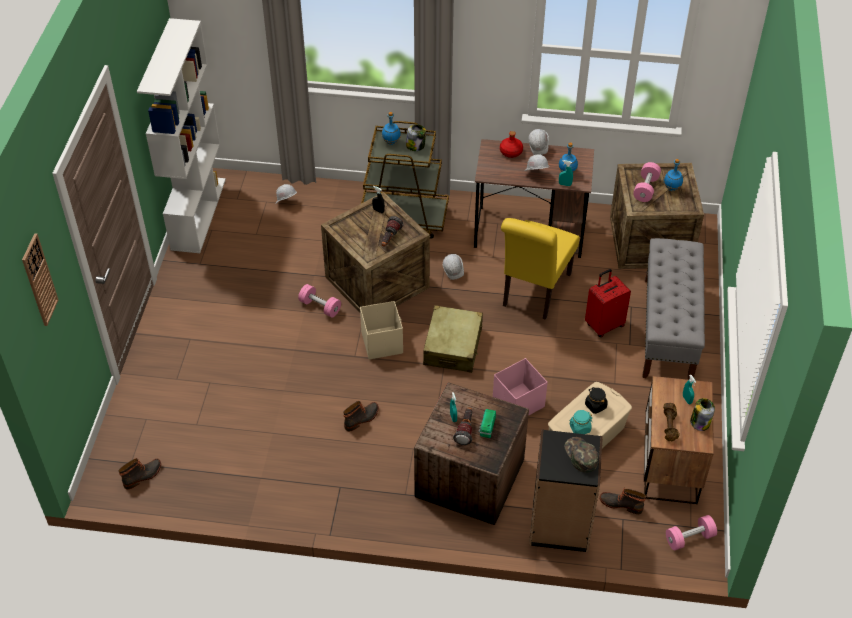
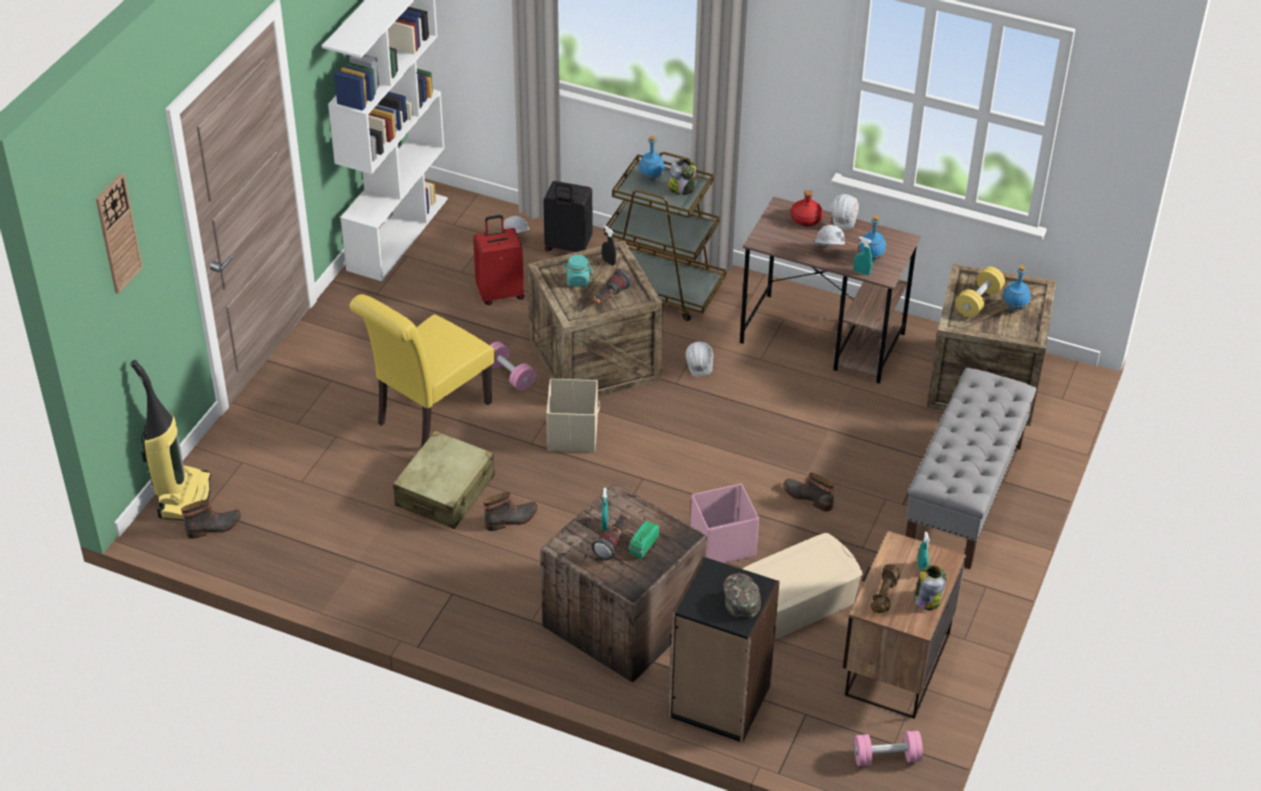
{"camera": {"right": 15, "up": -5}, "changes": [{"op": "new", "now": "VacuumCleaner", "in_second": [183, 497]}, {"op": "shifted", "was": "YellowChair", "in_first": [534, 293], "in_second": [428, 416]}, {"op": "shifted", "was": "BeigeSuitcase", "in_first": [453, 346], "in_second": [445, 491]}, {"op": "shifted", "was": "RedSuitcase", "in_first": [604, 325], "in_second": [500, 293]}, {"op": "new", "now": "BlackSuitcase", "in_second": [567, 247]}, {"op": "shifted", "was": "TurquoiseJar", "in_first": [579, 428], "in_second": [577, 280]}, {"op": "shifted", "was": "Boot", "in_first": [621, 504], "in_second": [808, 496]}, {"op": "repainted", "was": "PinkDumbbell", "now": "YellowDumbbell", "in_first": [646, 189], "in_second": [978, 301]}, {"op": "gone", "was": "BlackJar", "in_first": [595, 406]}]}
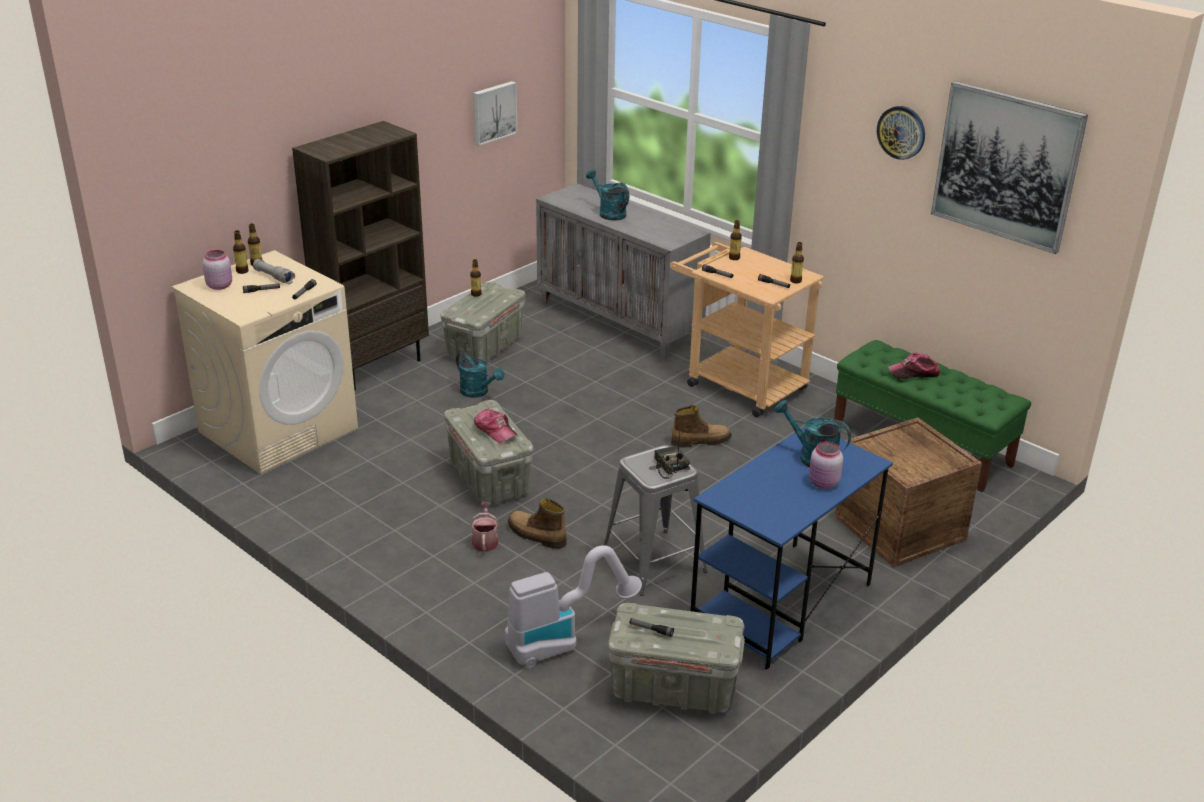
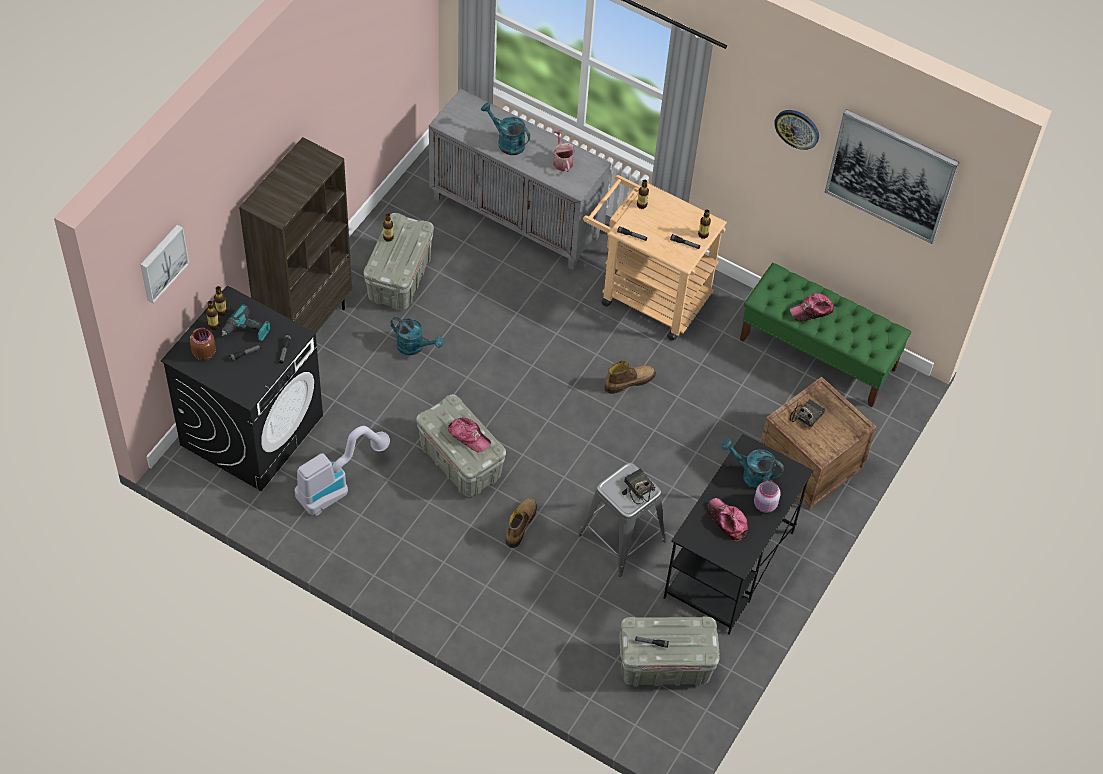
{"camera": {"right": -15, "up": 25}, "changes": [{"op": "shifted", "was": "Picture", "in_first": [493, 112], "in_second": [162, 262]}, {"op": "repainted", "was": "BeigeWashingMachine", "now": "BlackWashingMachine", "in_first": [279, 429], "in_second": [252, 429]}, {"op": "repainted", "was": "PinkJar", "now": "BrownJar", "in_first": [219, 285], "in_second": [204, 352]}, {"op": "swapped", "was": "GreyFlashlight", "now": "PowerDrill", "in_first": [274, 277], "in_second": [247, 330]}, {"op": "shifted", "was": "VacuumCleaner", "in_first": [564, 639], "in_second": [337, 485]}, {"op": "rotated", "was": "Boot", "in_first": [536, 536], "in_second": [520, 524], "clockwise": 90}, {"op": "shifted", "was": "WateringCan", "in_first": [485, 541], "in_second": [562, 160]}, {"op": "repainted", "was": "BlueDesk", "now": "BlackDesk", "in_first": [781, 604], "in_second": [728, 565]}, {"op": "new", "now": "Cap", "in_second": [727, 521]}, {"op": "new", "now": "Radio", "in_second": [806, 415]}]}
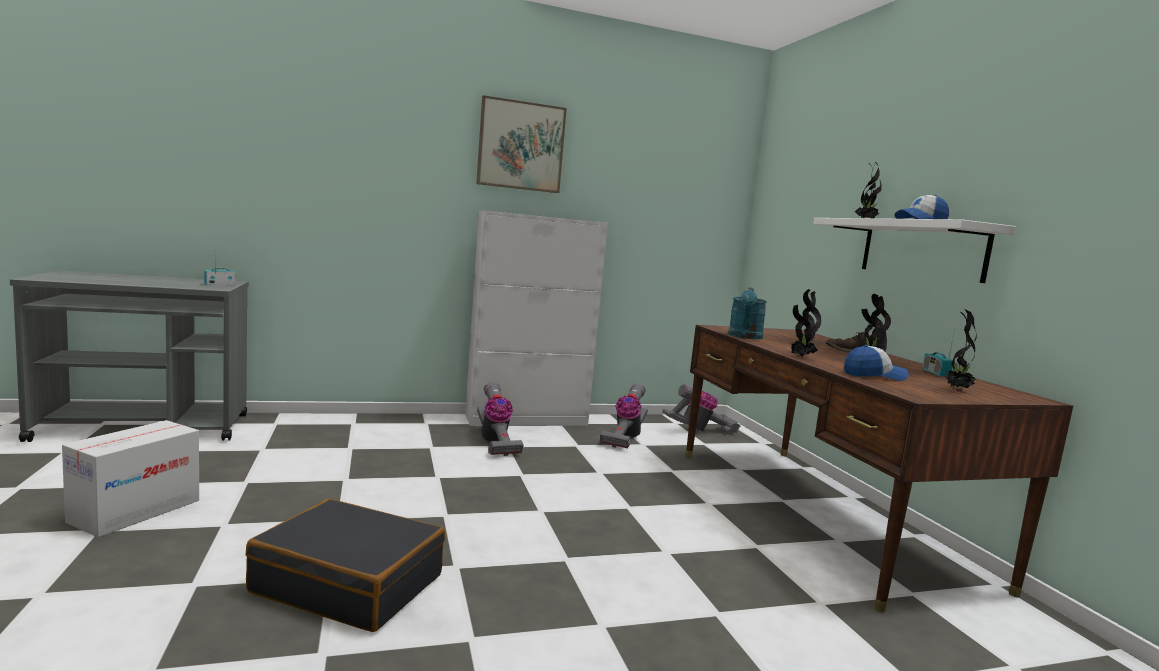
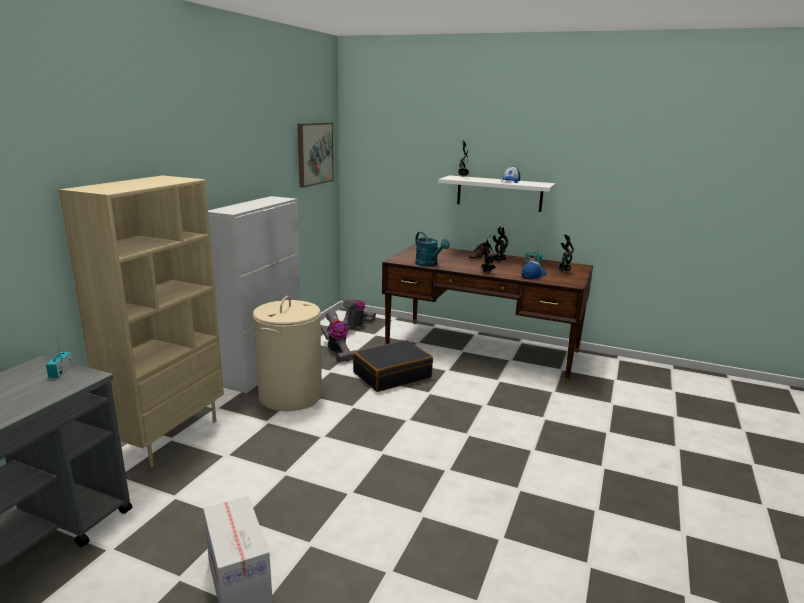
{"camera": {"right": -50, "up": 10}, "changes": [{"op": "new", "now": "BeigeBookcase", "in_second": [169, 437]}, {"op": "swapped", "was": "VacuumCleaner", "now": "BeigeLaundryBasket", "in_first": [495, 443], "in_second": [290, 396]}, {"op": "shifted", "was": "Picture", "in_first": [521, 146], "in_second": [314, 153]}, {"op": "shifted", "was": "BlackSuitcase", "in_first": [349, 583], "in_second": [392, 375]}]}
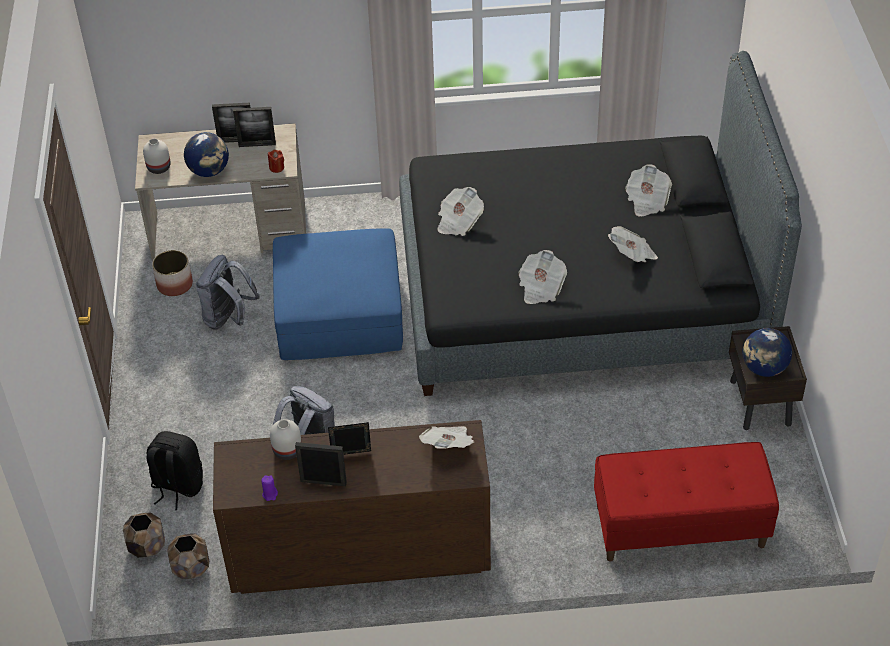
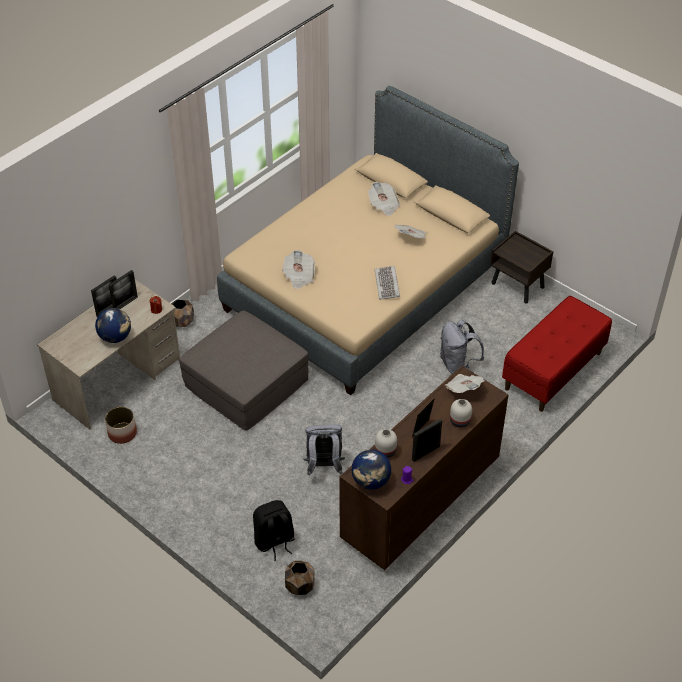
{"camera": {"right": -45, "up": 0}, "changes": [{"op": "shifted", "was": "BrownPlanter", "in_first": [192, 567], "in_second": [182, 322]}, {"op": "repainted", "was": "BlueOttoman", "now": "GreyOttoman", "in_first": [340, 312], "in_second": [246, 382]}, {"op": "repainted", "was": "BlackBed", "now": "BeigeBed", "in_first": [581, 292], "in_second": [365, 286]}, {"op": "shifted", "was": "Globe", "in_first": [764, 368], "in_second": [371, 481]}, {"op": "swapped", "was": "Newspaper", "now": "Keyboard", "in_first": [540, 288], "in_second": [387, 284]}, {"op": "shifted", "was": "GreyBackpack", "in_first": [228, 318], "in_second": [457, 365]}, {"op": "shifted", "was": "WhiteVase", "in_first": [159, 168], "in_second": [460, 421]}]}
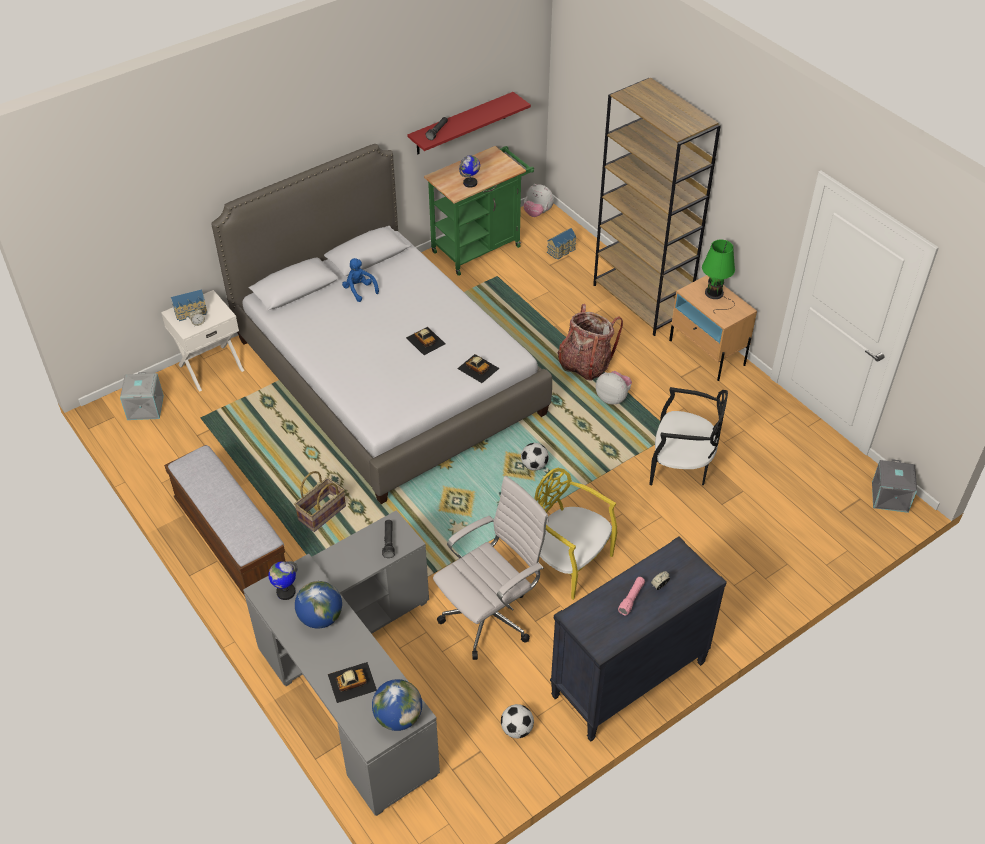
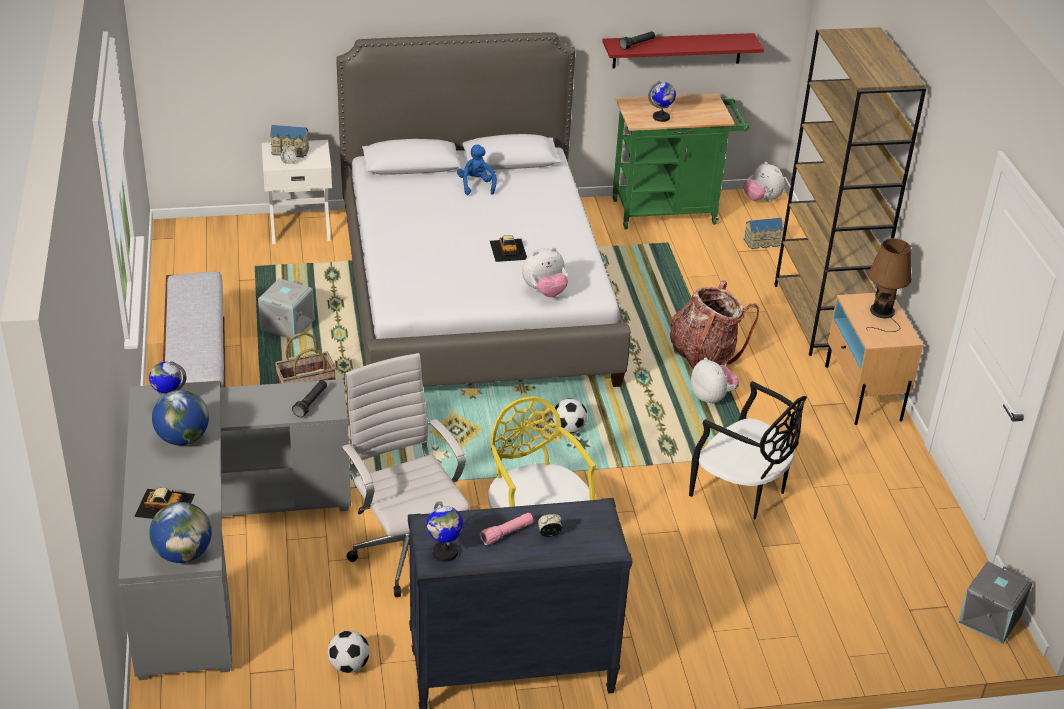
{"camera": {"right": 25, "up": -10}, "changes": [{"op": "shifted", "was": "GreyStorageBox", "in_first": [144, 407], "in_second": [287, 325]}, {"op": "rotated", "was": "WhiteOfficeChair", "in_first": [491, 616], "in_second": [406, 550], "clockwise": -105}, {"op": "new", "now": "Globe", "in_second": [445, 552]}, {"op": "swapped", "was": "ToyCar", "now": "PlushToy", "in_first": [478, 368], "in_second": [544, 292]}, {"op": "repainted", "was": "GreenTableLamp", "now": "BrownTableLamp", "in_first": [715, 294], "in_second": [882, 313]}]}
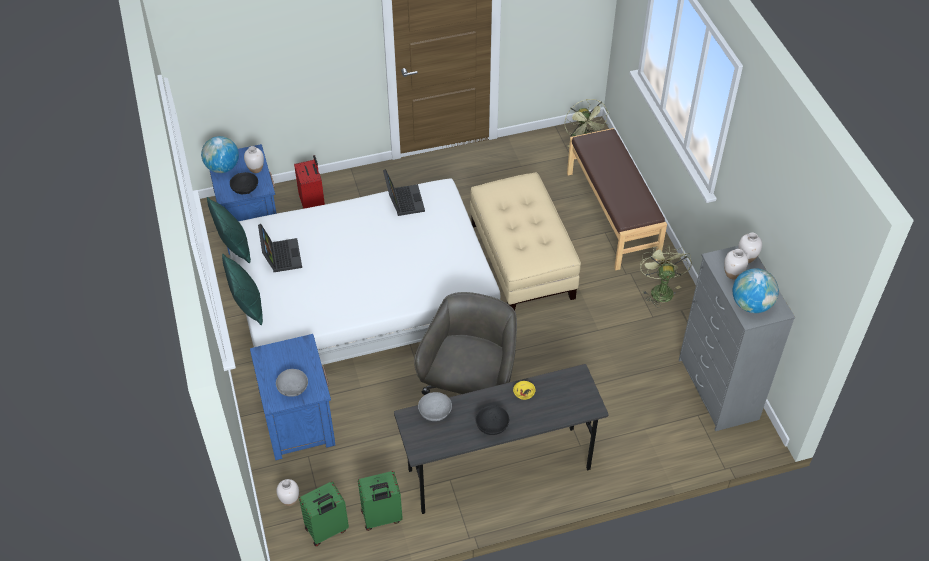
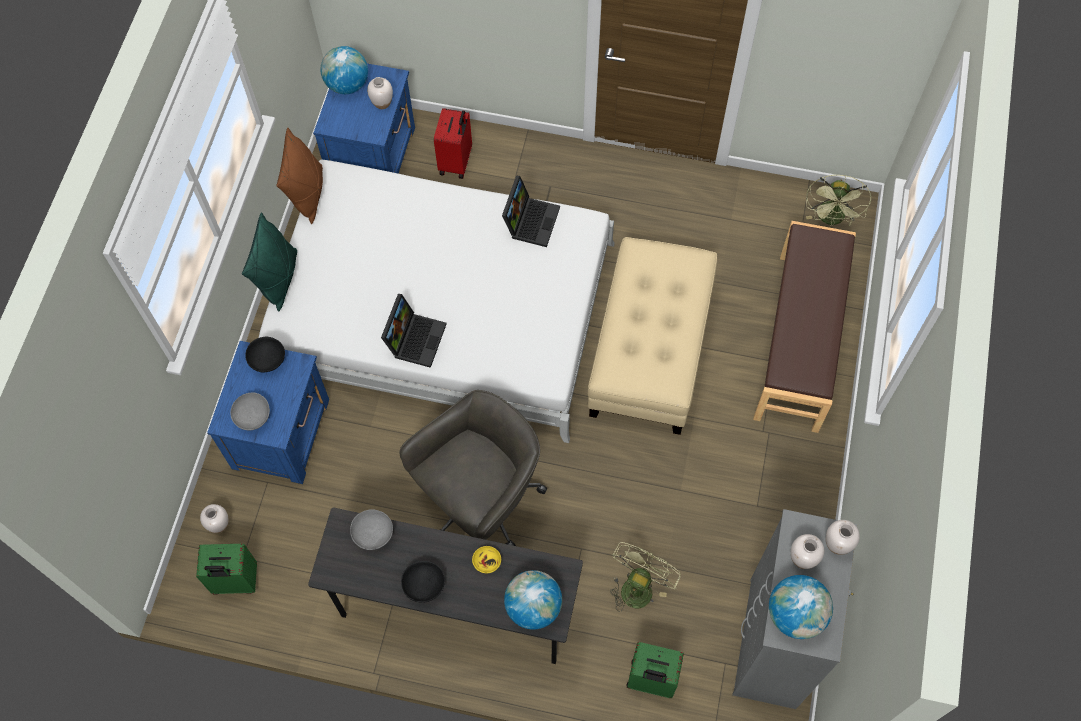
{"camera": {"right": 30, "up": 15}, "changes": [{"op": "shifted", "was": "BlackBowl", "in_first": [245, 190], "in_second": [267, 361]}, {"op": "repainted", "was": "GreenPillow", "now": "BrownPillow", "in_first": [234, 247], "in_second": [308, 194]}, {"op": "shifted", "was": "Laptop", "in_first": [280, 255], "in_second": [415, 338]}, {"op": "new", "now": "Globe", "in_second": [533, 607]}, {"op": "shifted", "was": "GreenFan", "in_first": [660, 289], "in_second": [638, 585]}, {"op": "shifted", "was": "GreenSuitcase", "in_first": [381, 517], "in_second": [650, 680]}]}
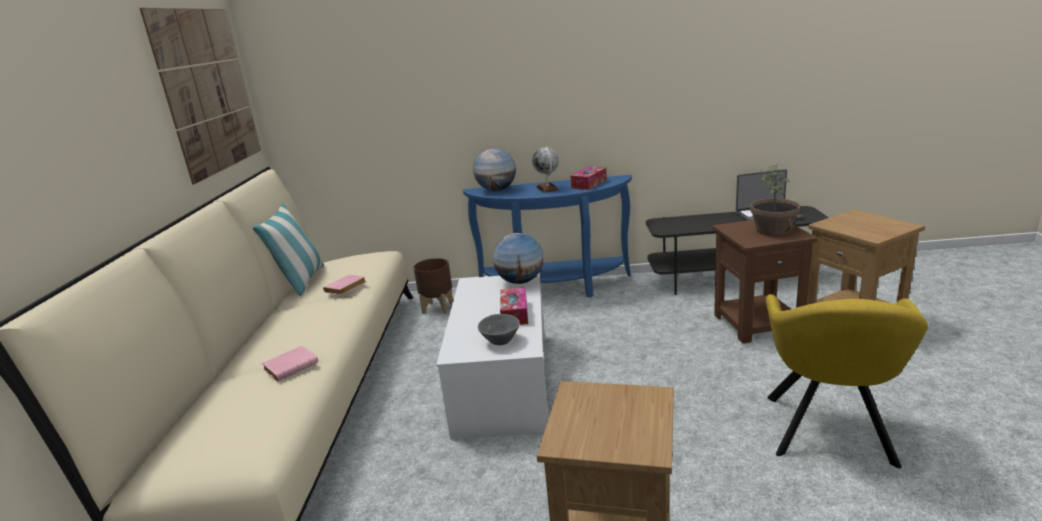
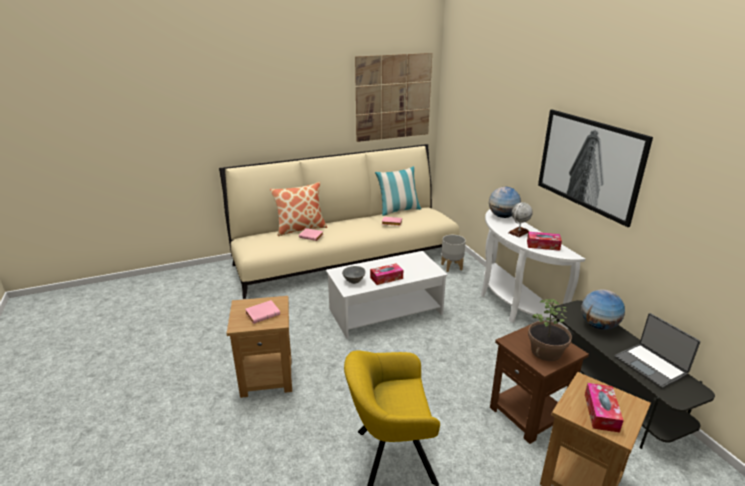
{"camera": {"right": 65, "up": 5}, "changes": [{"op": "new", "now": "PinkBook", "in_second": [263, 314]}, {"op": "new", "now": "Pillow", "in_second": [300, 228]}, {"op": "repainted", "was": "BrownPlanter", "now": "GreyPlanter", "in_first": [438, 307], "in_second": [452, 267]}, {"op": "repainted", "was": "BlueConsoleTable", "now": "WhiteConsoleTable", "in_first": [555, 289], "in_second": [511, 304]}, {"op": "new", "now": "Picture", "in_second": [590, 164]}, {"op": "shifted", "was": "Globe", "in_first": [520, 281], "in_second": [598, 325]}, {"op": "new", "now": "TissueBox", "in_second": [601, 412]}]}
